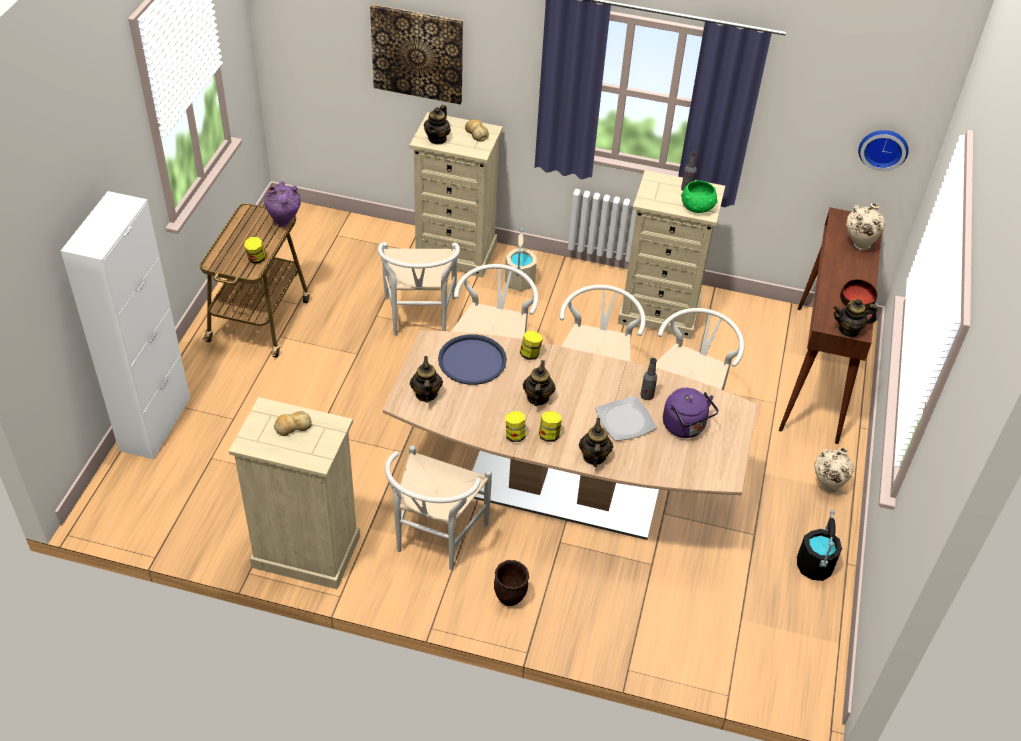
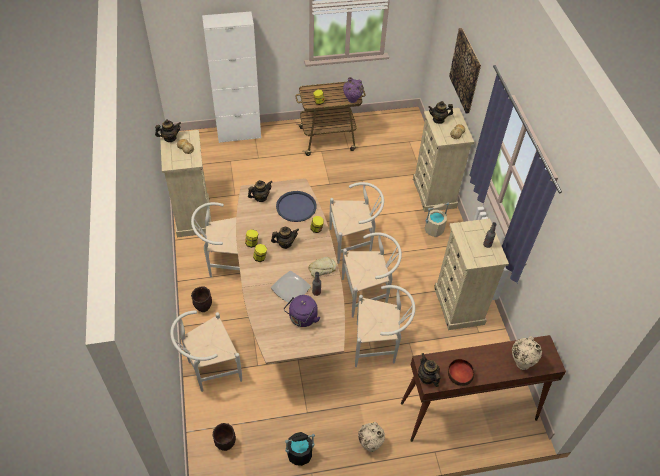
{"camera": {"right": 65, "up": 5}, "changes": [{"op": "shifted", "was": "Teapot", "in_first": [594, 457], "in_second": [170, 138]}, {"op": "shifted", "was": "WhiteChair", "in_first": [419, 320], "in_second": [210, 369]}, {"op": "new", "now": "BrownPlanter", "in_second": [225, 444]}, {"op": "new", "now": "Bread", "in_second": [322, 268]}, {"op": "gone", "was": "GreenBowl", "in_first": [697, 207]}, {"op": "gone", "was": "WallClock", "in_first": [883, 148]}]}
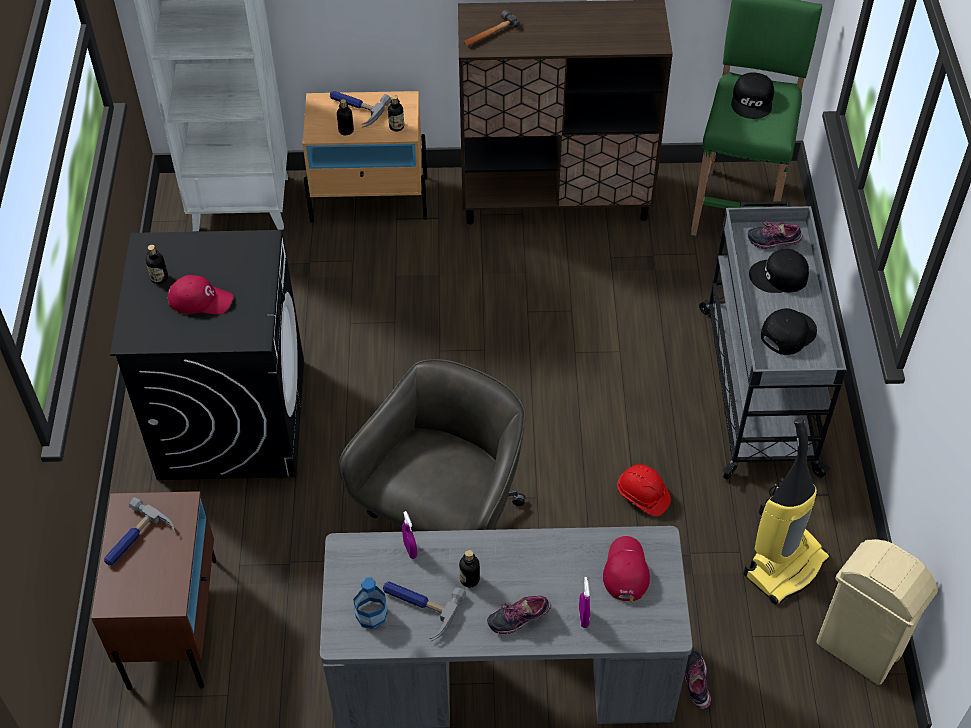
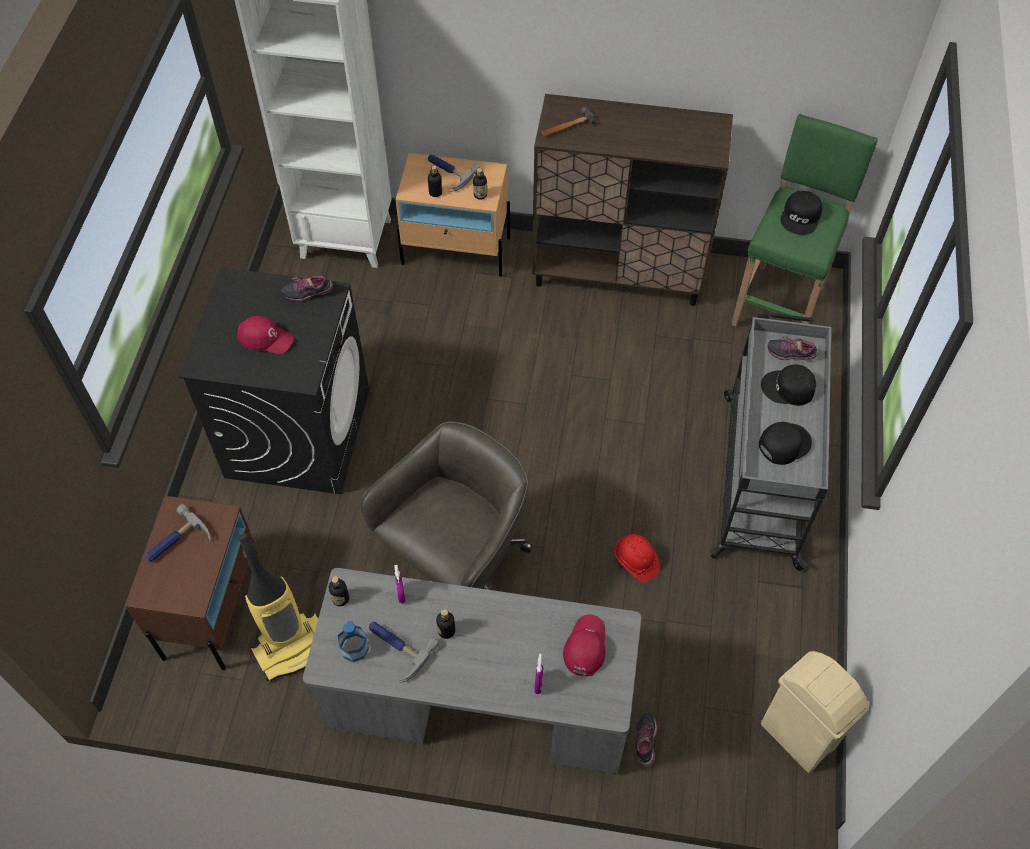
{"camera": {"right": 10, "up": 5}, "changes": [{"op": "shifted", "was": "VacuumCleaner", "in_first": [784, 565], "in_second": [292, 646]}, {"op": "shifted", "was": "Shoe", "in_first": [518, 618], "in_second": [308, 293]}, {"op": "shifted", "was": "Bottle", "in_first": [159, 278], "in_second": [340, 598]}]}
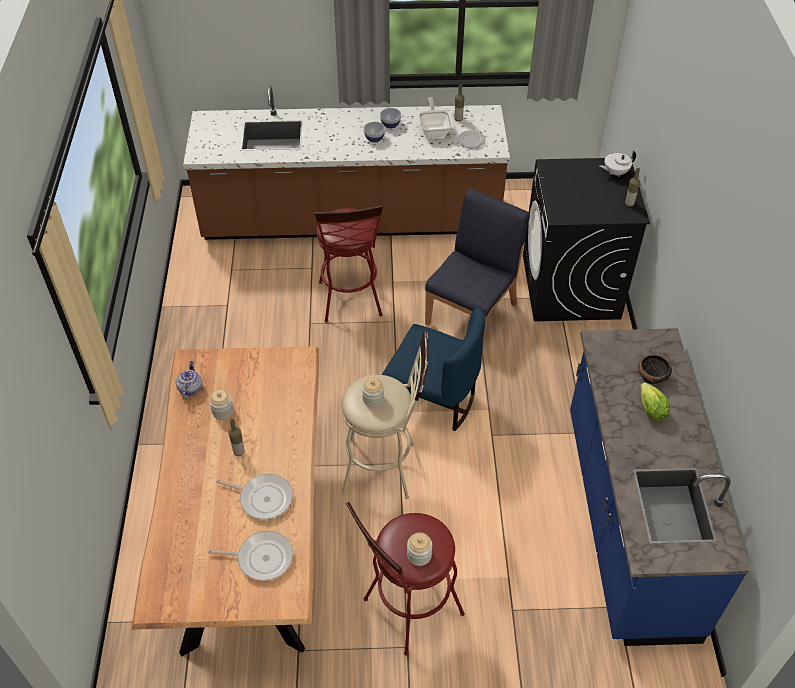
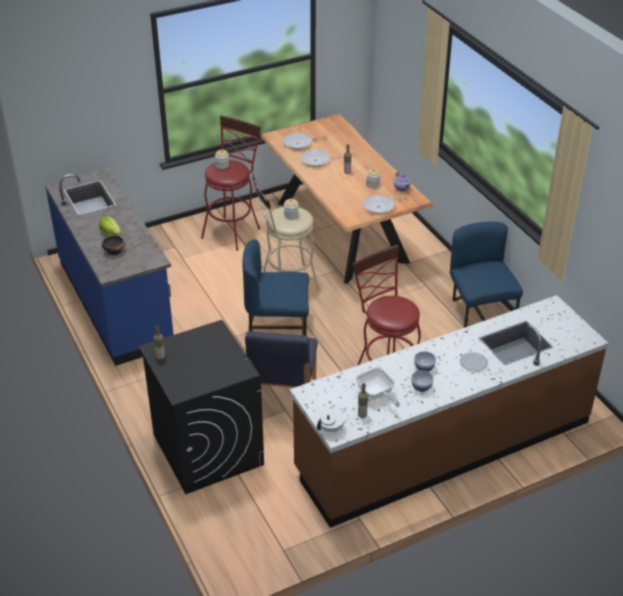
{"camera": {"right": 155, "up": -10}, "changes": [{"op": "shifted", "was": "WhiteTeapot", "in_first": [615, 172], "in_second": [331, 428]}, {"op": "new", "now": "FryingPan", "in_second": [380, 206]}, {"op": "new", "now": "BlueChair", "in_second": [479, 313]}, {"op": "shifted", "was": "Plate", "in_first": [471, 141], "in_second": [473, 363]}]}
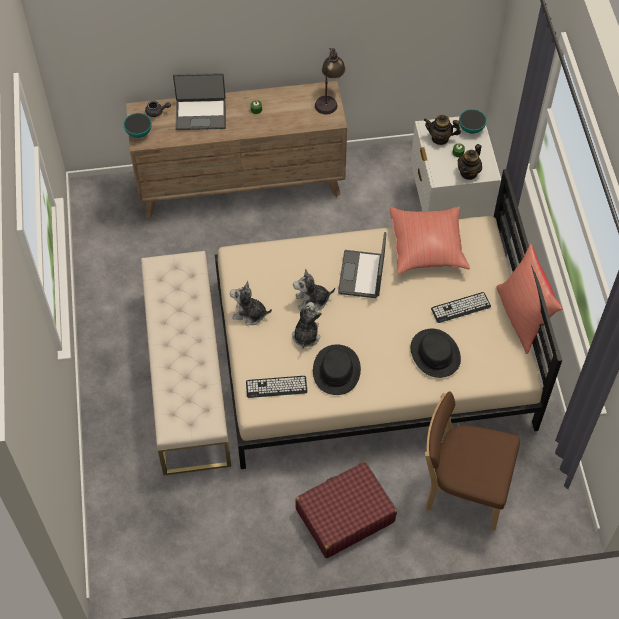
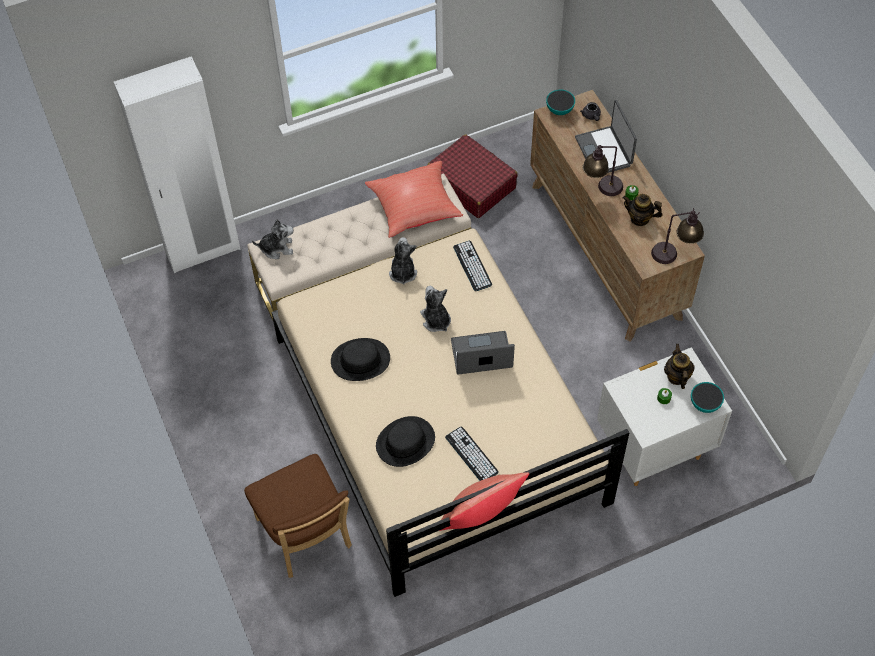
{"camera": {"right": 75, "up": 0}, "changes": [{"op": "new", "now": "WhiteWardrobe", "in_second": [203, 251]}, {"op": "rotated", "was": "BrownChair", "in_first": [462, 488], "in_second": [306, 537], "clockwise": 150}, {"op": "shifted", "was": "PlushToy", "in_first": [306, 335], "in_second": [277, 248]}, {"op": "shifted", "was": "RedPillow", "in_first": [427, 248], "in_second": [415, 208]}, {"op": "shifted", "was": "RedSuitcase", "in_first": [344, 515], "in_second": [471, 184]}, {"op": "shifted", "was": "Keyboard", "in_first": [276, 387], "in_second": [472, 266]}, {"op": "new", "now": "TableLamp", "in_second": [601, 189]}, {"op": "shifted", "was": "Teapot", "in_first": [468, 172], "in_second": [639, 218]}]}
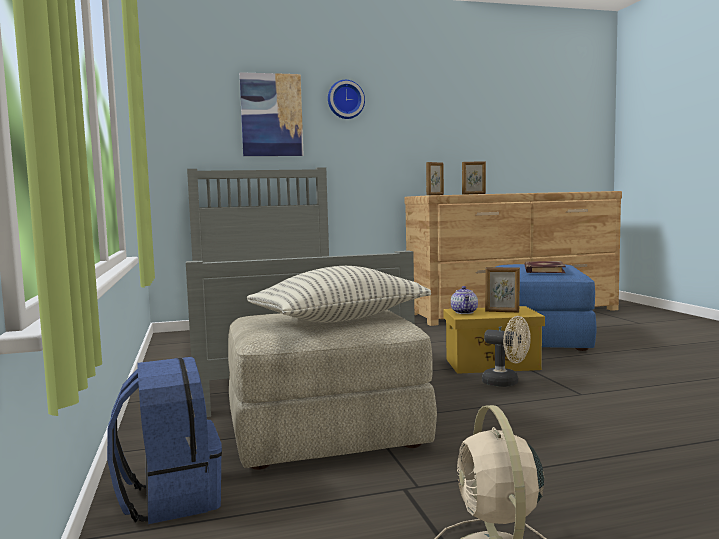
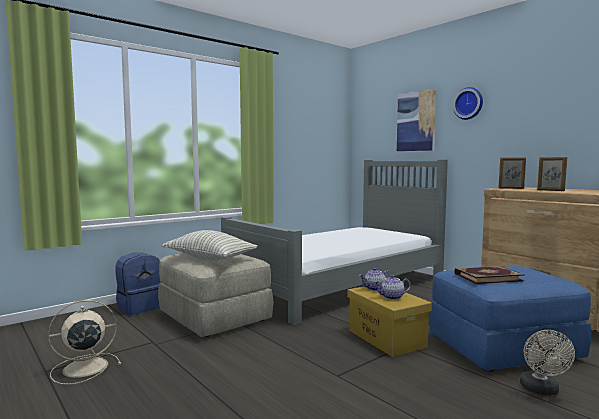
{"camera": {"right": 65, "up": 0}, "changes": [{"op": "swapped", "was": "PictureFrame", "now": "Teapot", "in_first": [502, 311], "in_second": [392, 297]}, {"op": "shifted", "was": "BeigeFan", "in_first": [506, 383], "in_second": [541, 390]}]}
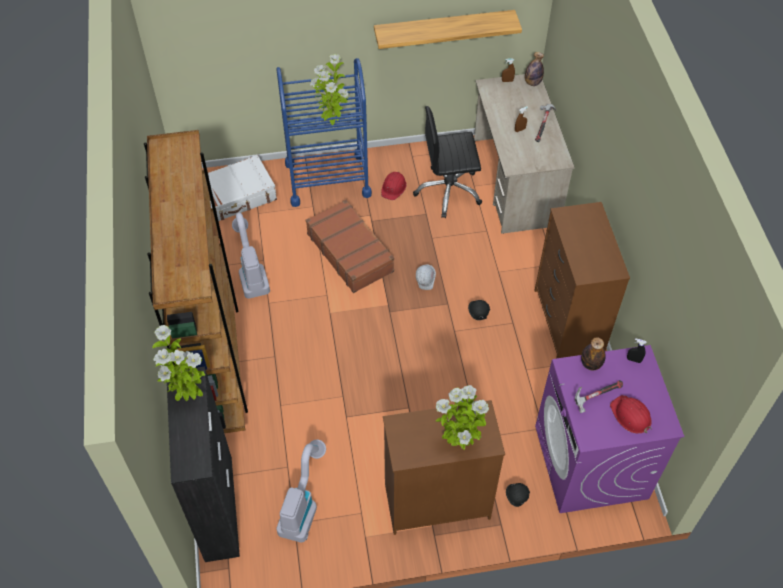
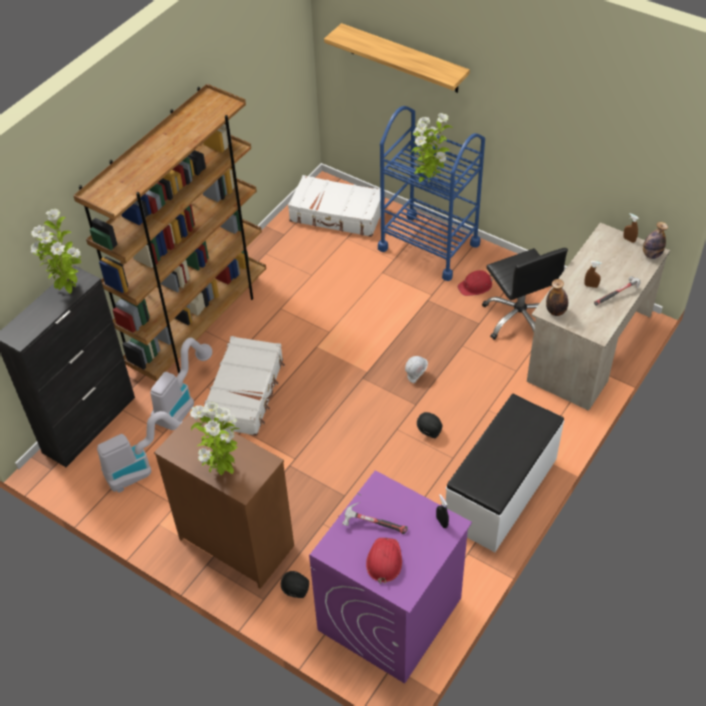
{"camera": {"right": 45, "up": -5}, "changes": [{"op": "shifted", "was": "VacuumCleaner", "in_first": [251, 272], "in_second": [182, 401]}, {"op": "new", "now": "WhiteSuitcase", "in_second": [246, 393]}, {"op": "shifted", "was": "Shelf", "in_first": [444, 29], "in_second": [404, 59]}, {"op": "swapped", "was": "BrownDresser", "now": "WhiteBench", "in_first": [567, 322], "in_second": [502, 492]}, {"op": "rotated", "was": "BlackOfficeChair", "in_first": [448, 191], "in_second": [519, 318], "clockwise": -150}, {"op": "shifted", "was": "Bottle", "in_first": [591, 364], "in_second": [556, 311]}, {"op": "gone", "was": "BrownSuitcase", "in_first": [350, 252]}]}
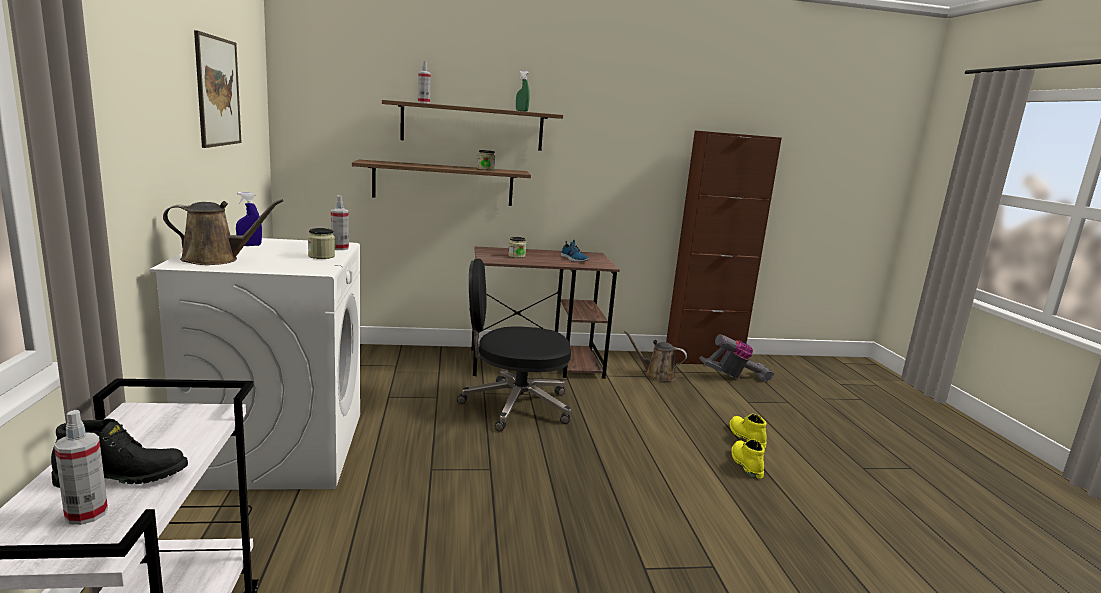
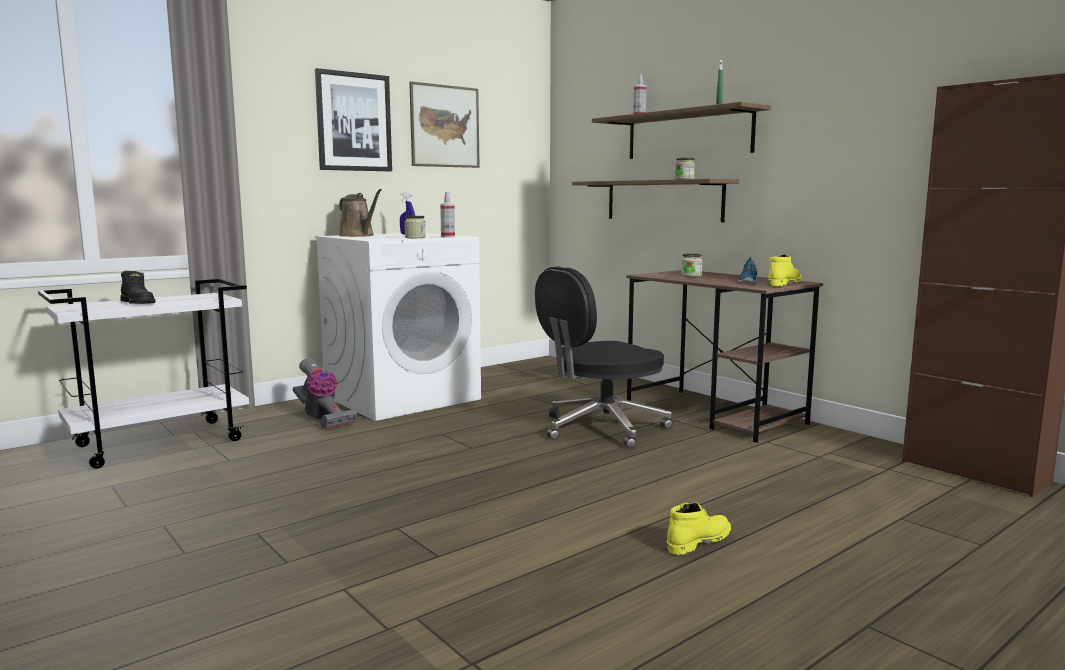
{"camera": {"right": 60, "up": -5}, "changes": [{"op": "shifted", "was": "VacuumCleaner", "in_first": [735, 377], "in_second": [322, 419]}, {"op": "new", "now": "Picture", "in_second": [354, 122]}, {"op": "rotated", "was": "BlackOfficeChair", "in_first": [514, 405], "in_second": [601, 428], "clockwise": -90}, {"op": "shifted", "was": "YellowBoot", "in_first": [745, 436], "in_second": [783, 284]}, {"op": "gone", "was": "SprayBottle", "in_first": [86, 514]}, {"op": "gone", "was": "BrownWateringCan", "in_first": [657, 375]}]}
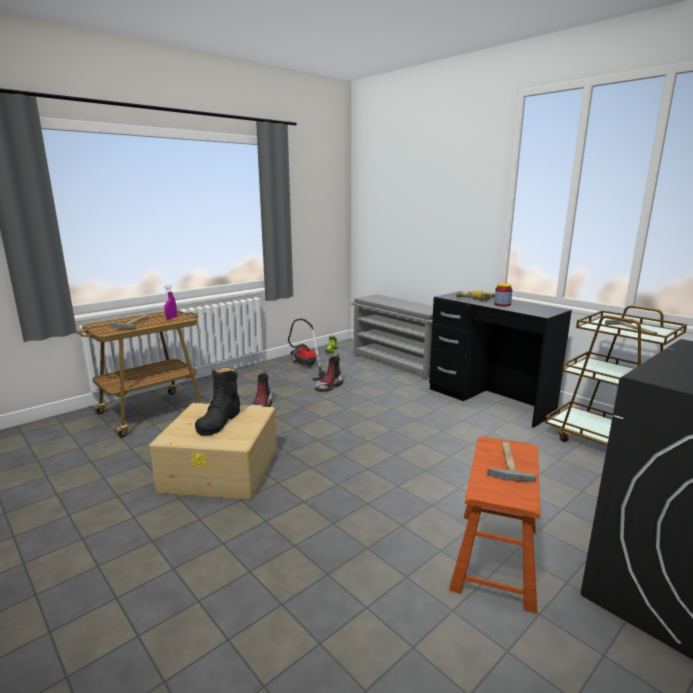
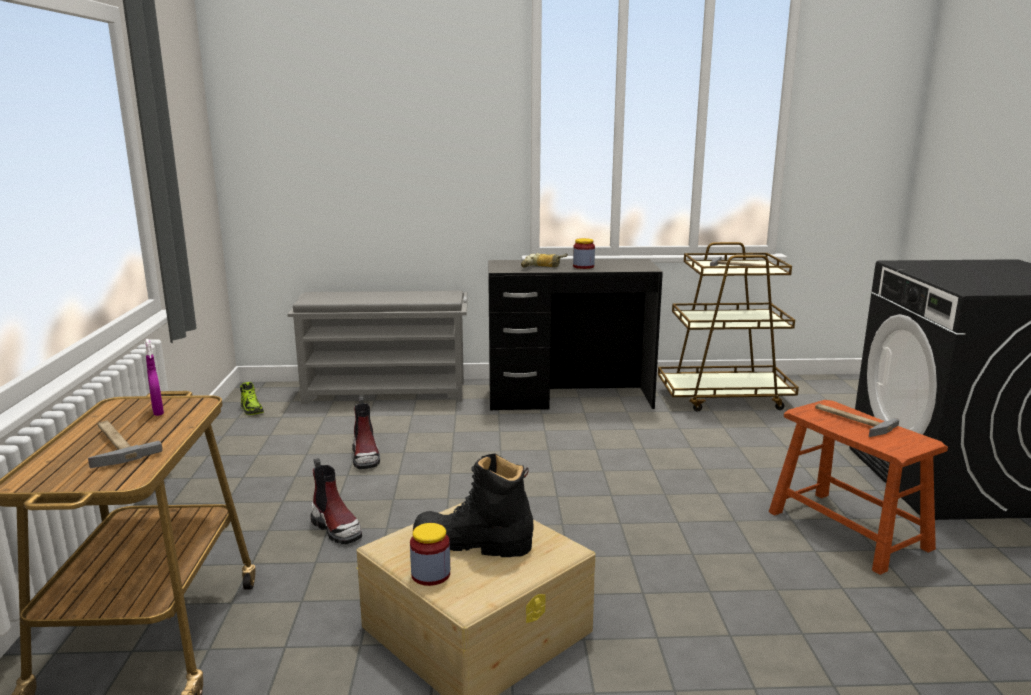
{"camera": {"right": -50, "up": 0}, "changes": [{"op": "new", "now": "Jar", "in_second": [430, 574]}, {"op": "rotated", "was": "BlackBoot", "in_first": [219, 421], "in_second": [472, 544], "clockwise": 135}, {"op": "gone", "was": "VacuumCleaner", "in_first": [306, 367]}]}
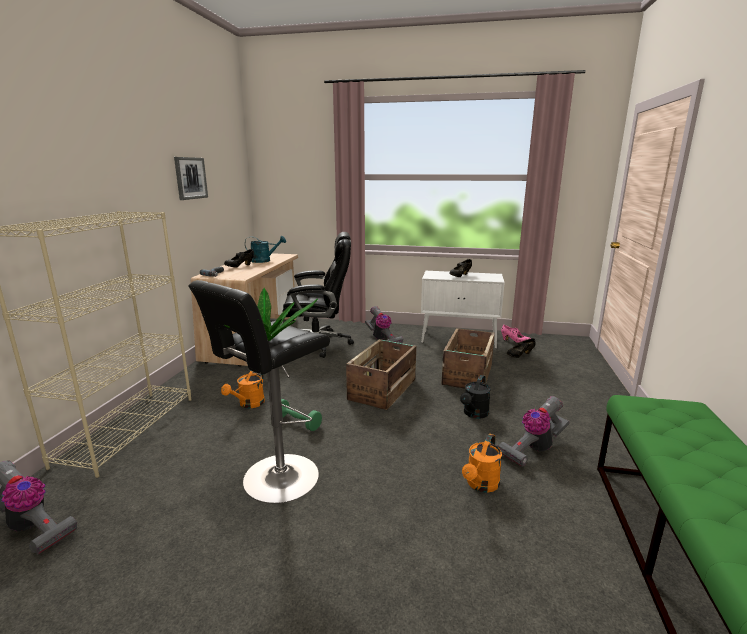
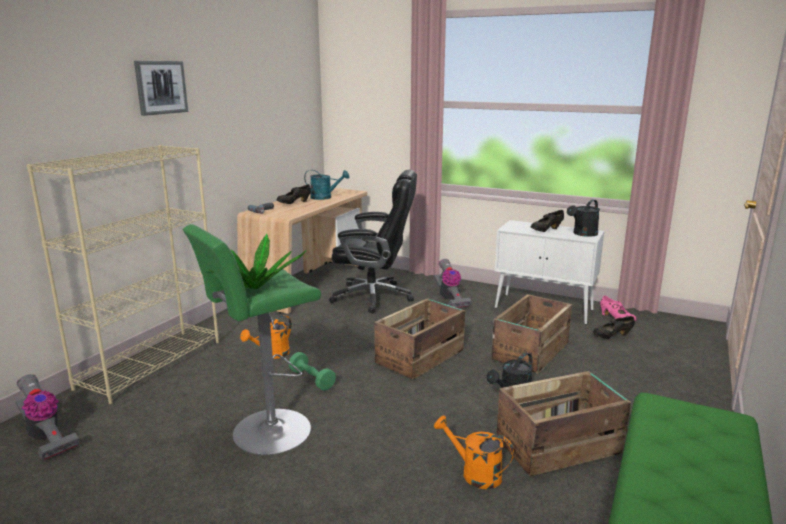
{"camera": {"right": 15, "up": 0}, "changes": [{"op": "shifted", "was": "Picture", "in_first": [190, 178], "in_second": [161, 87]}, {"op": "repainted", "was": "BlackStool", "now": "GreenStool", "in_first": [277, 480], "in_second": [266, 433]}, {"op": "rotated", "was": "OrangeWateringCan", "in_first": [481, 485], "in_second": [474, 473], "clockwise": 75}, {"op": "swapped", "was": "VacuumCleaner", "now": "Crate", "in_first": [533, 449], "in_second": [560, 446]}, {"op": "new", "now": "BlackWateringCan", "in_second": [583, 234]}]}
